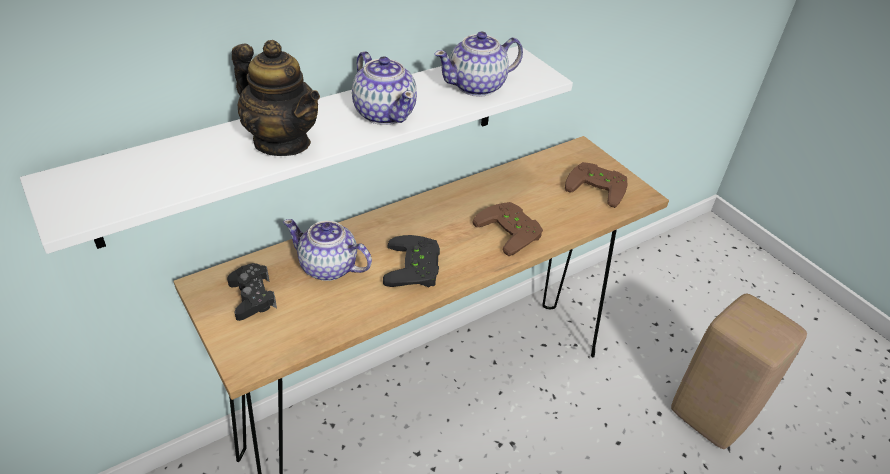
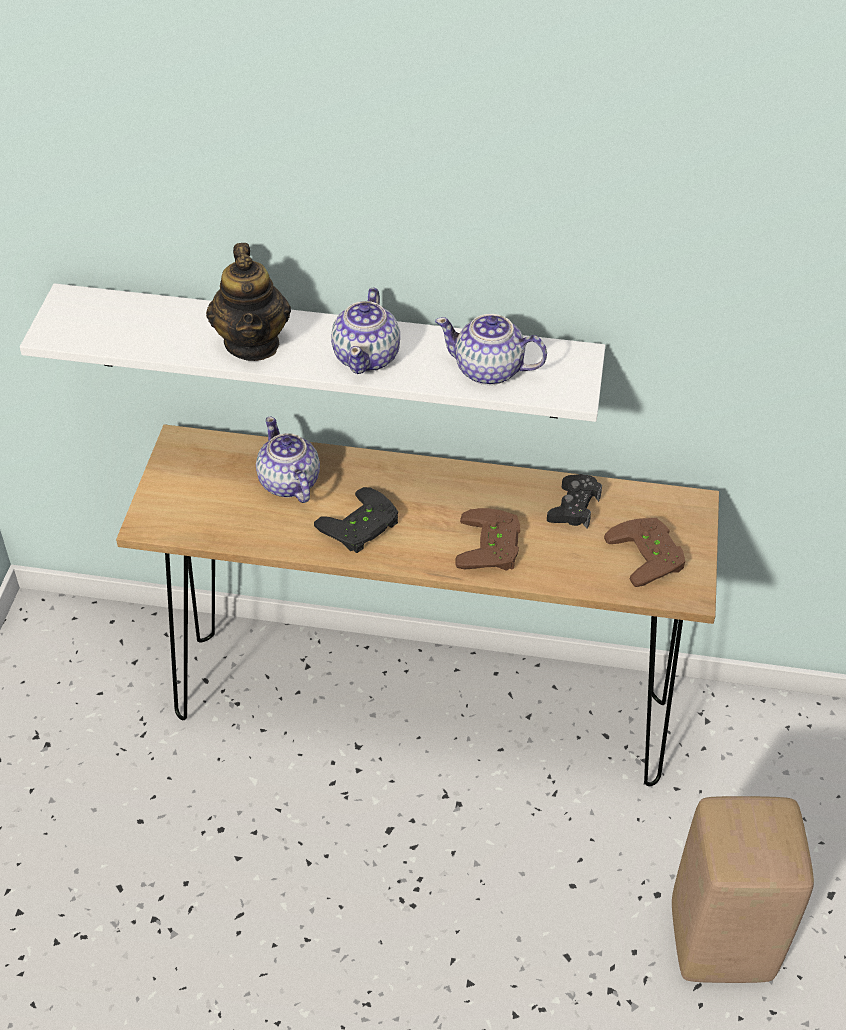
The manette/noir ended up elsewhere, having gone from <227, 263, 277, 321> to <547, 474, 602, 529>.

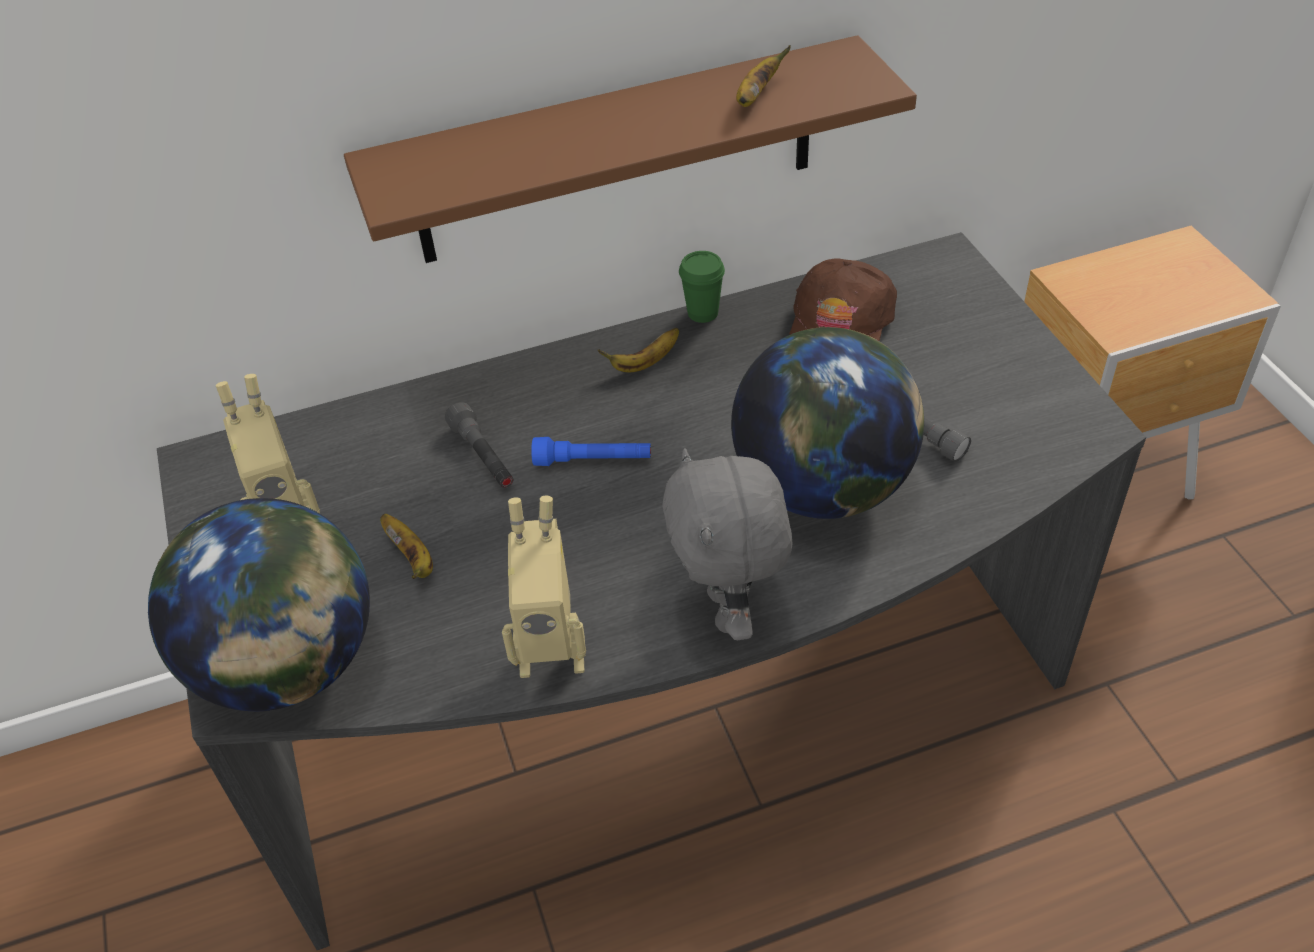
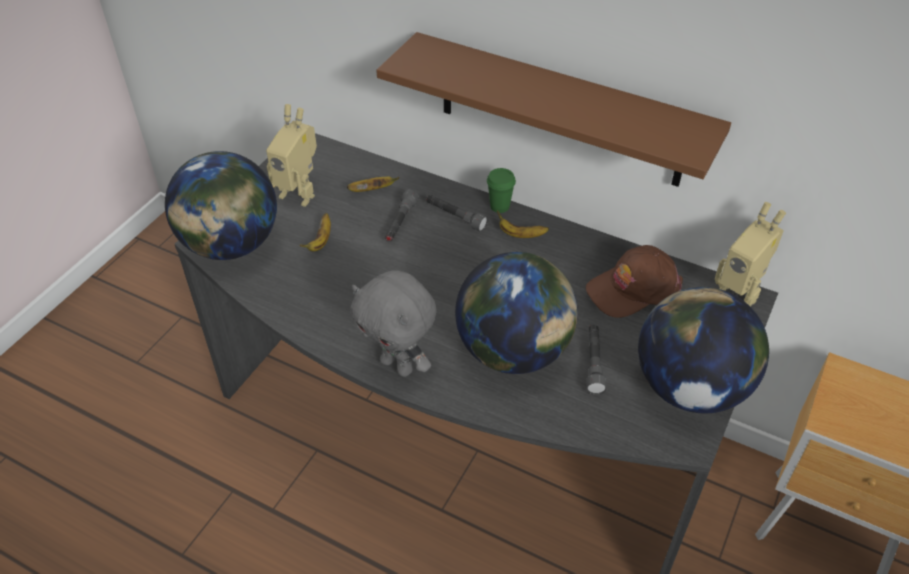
The second view lost the lampe de poche/bleu at <531, 437, 651, 466>.
The second view gained the lampe de poche/gris at <426, 195, 488, 232>.
The second view gained the globe at <638, 287, 769, 413>.
The robot jouet ended up elsewhere, having gone from <502, 496, 586, 678> to <715, 202, 786, 307>.
The tasse/vert ended up elsewhere, having gone from <679, 251, 725, 323> to <487, 168, 516, 213>.
The banane ended up elsewhere, having gone from <736, 45, 791, 107> to <347, 177, 400, 192>.
The peluche/gris at <662, 448, 792, 640> ended up facing another way, 90 degrees counterclockwise from before.

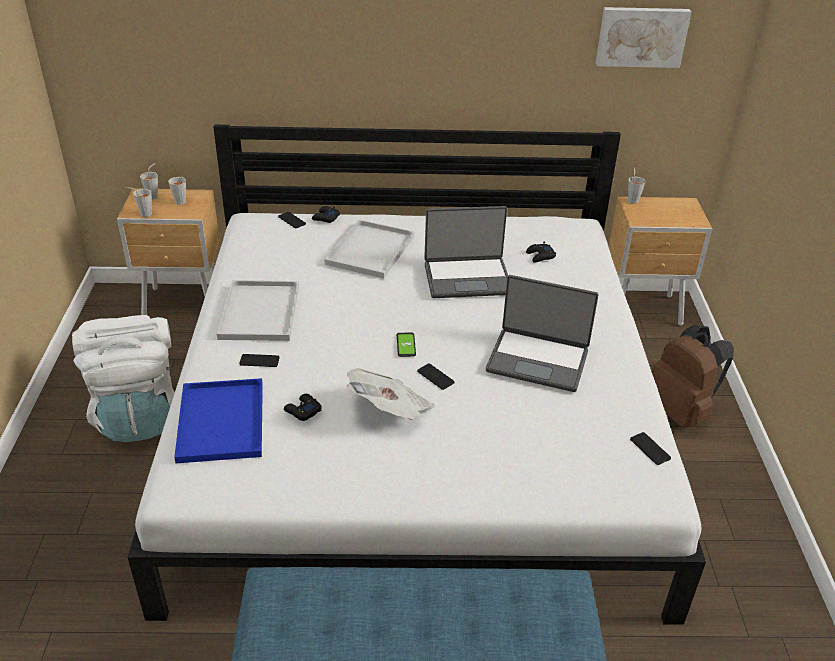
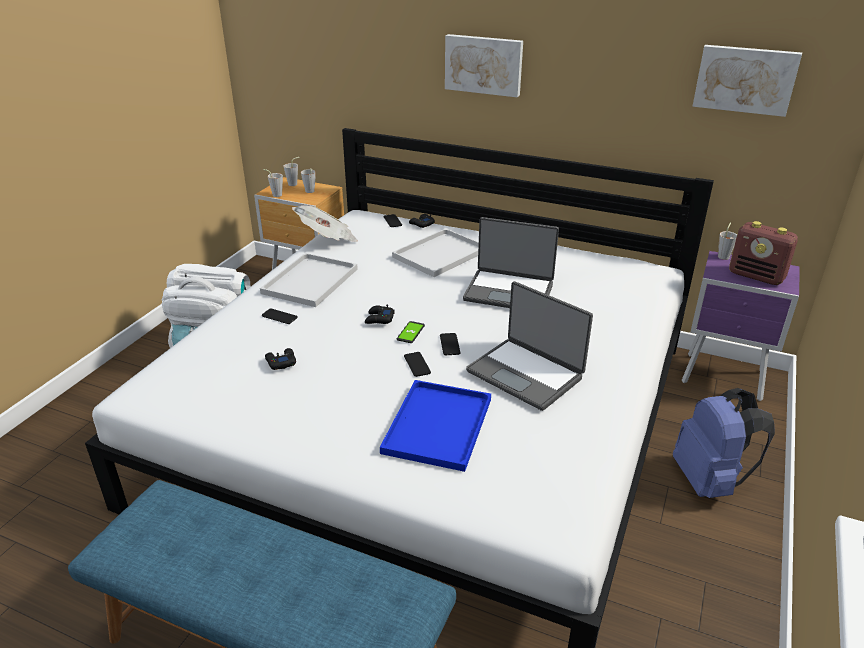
The second view gained the tableau at <445, 34, 523, 97>.
The second view gained the radio at <729, 221, 798, 285>.
The plateau/bleu ended up elsewhere, having gone from <174, 378, 263, 463> to <380, 380, 491, 472>.
The journal ended up elsewhere, having gone from <347, 368, 435, 420> to <292, 205, 358, 242>.
The manette/noir ended up elsewhere, having gone from <526, 242, 556, 262> to <365, 305, 395, 324>.
The téléphone ended up elsewhere, having gone from <630, 432, 671, 465> to <440, 333, 460, 355>.
What was the table de chevet/marron at <609, 197, 712, 326> turned into the table de chevet/violet at <682, 251, 800, 401>.
What was the sac à dos/marron at <651, 325, 734, 428> turned into the sac à dos/bleu at <673, 388, 775, 498>.

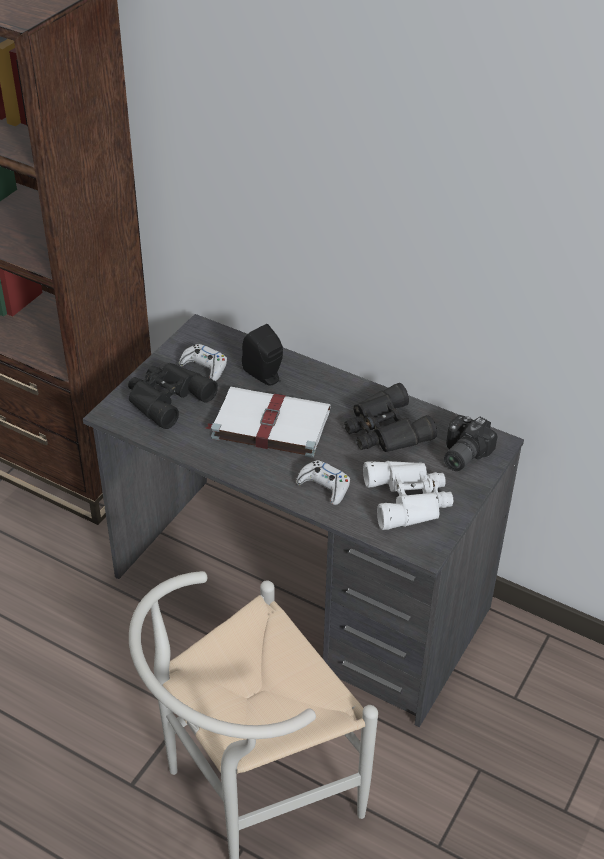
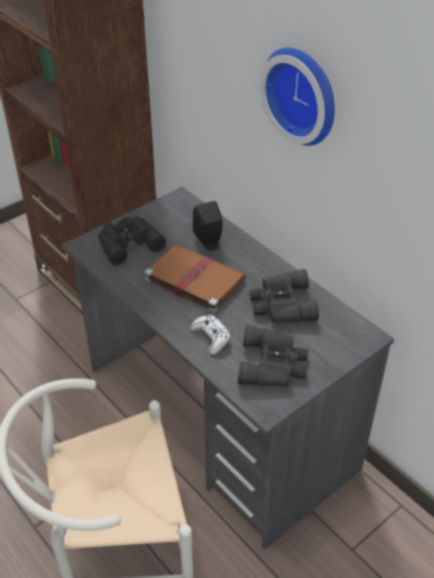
The second view lost the manette/blanc at <179, 344, 227, 381>.
The second view lost the appareil photo at <444, 415, 497, 471>.
The second view gained the horloge murale at <260, 48, 335, 146>.
What was the livre/blanc at <206, 387, 330, 458> turned into the livre/marron at <145, 244, 246, 313>.
What was the jumelles/blanc at <363, 461, 453, 530> turned into the jumelles/noir at <238, 325, 308, 386>.

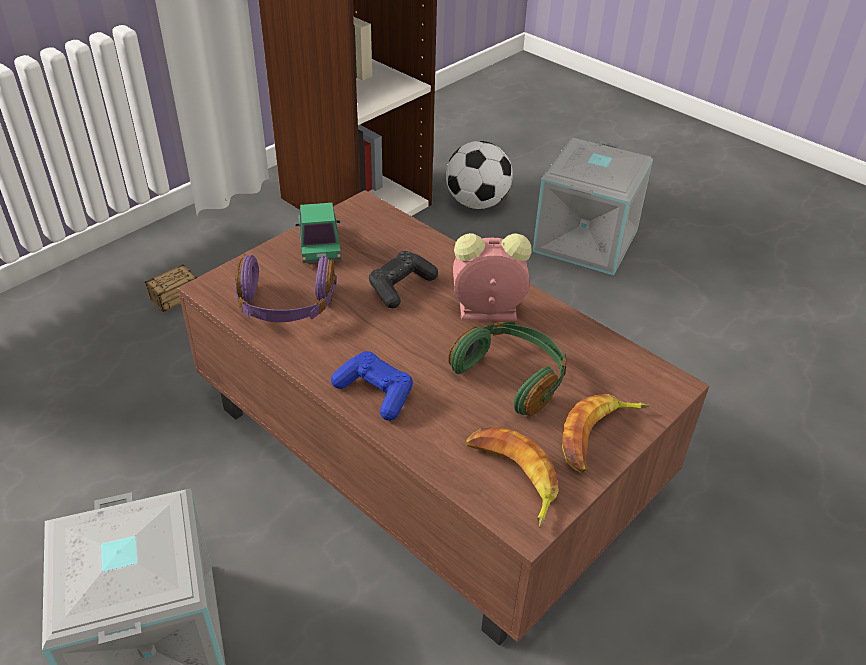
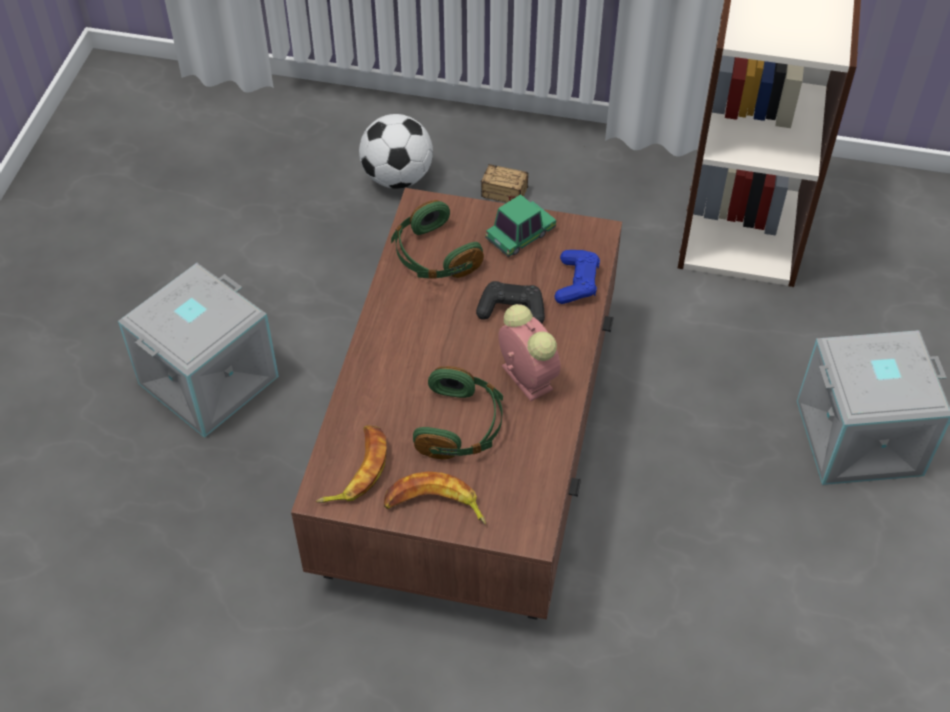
The manette/bleu ended up elsewhere, having gone from <331, 351, 413, 421> to <555, 250, 600, 304>.
The ballon de foot ended up elsewhere, having gone from <446, 141, 513, 209> to <359, 114, 433, 189>.
What was the casque audio/violet at <235, 255, 337, 322> turned into the casque audio/vert at <391, 200, 484, 279>.

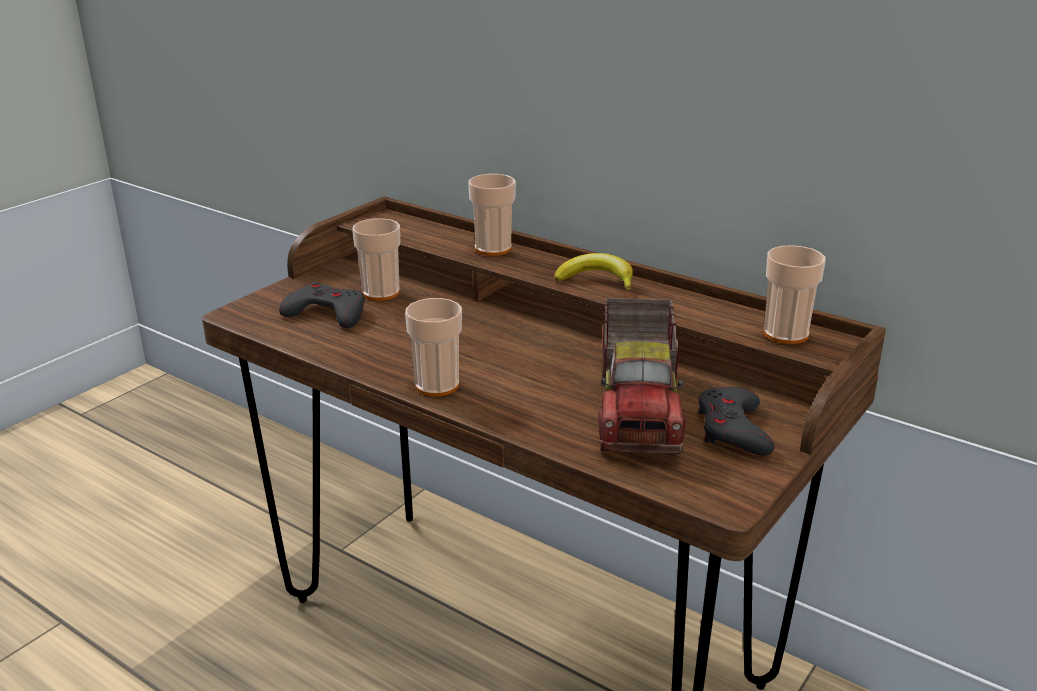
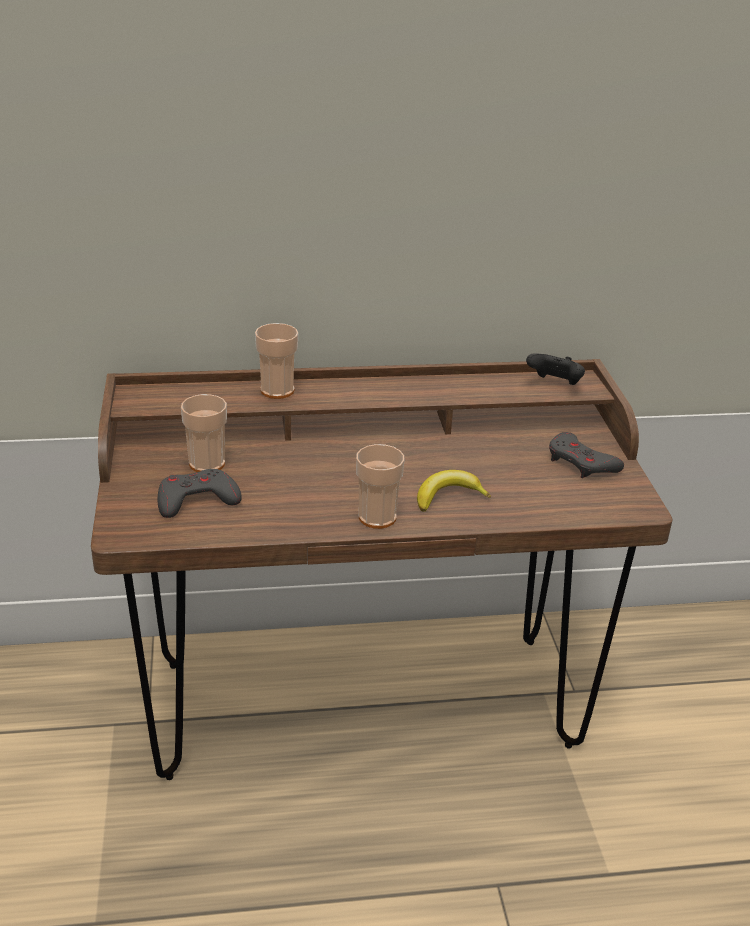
The second view lost the camion jouet at <598, 298, 685, 454>.
The banane ended up elsewhere, having gone from <554, 253, 633, 291> to <417, 470, 491, 512>.
Where the tasse stood at <764, 245, 826, 344>, the manette/noir came to stand at <526, 353, 585, 385>.

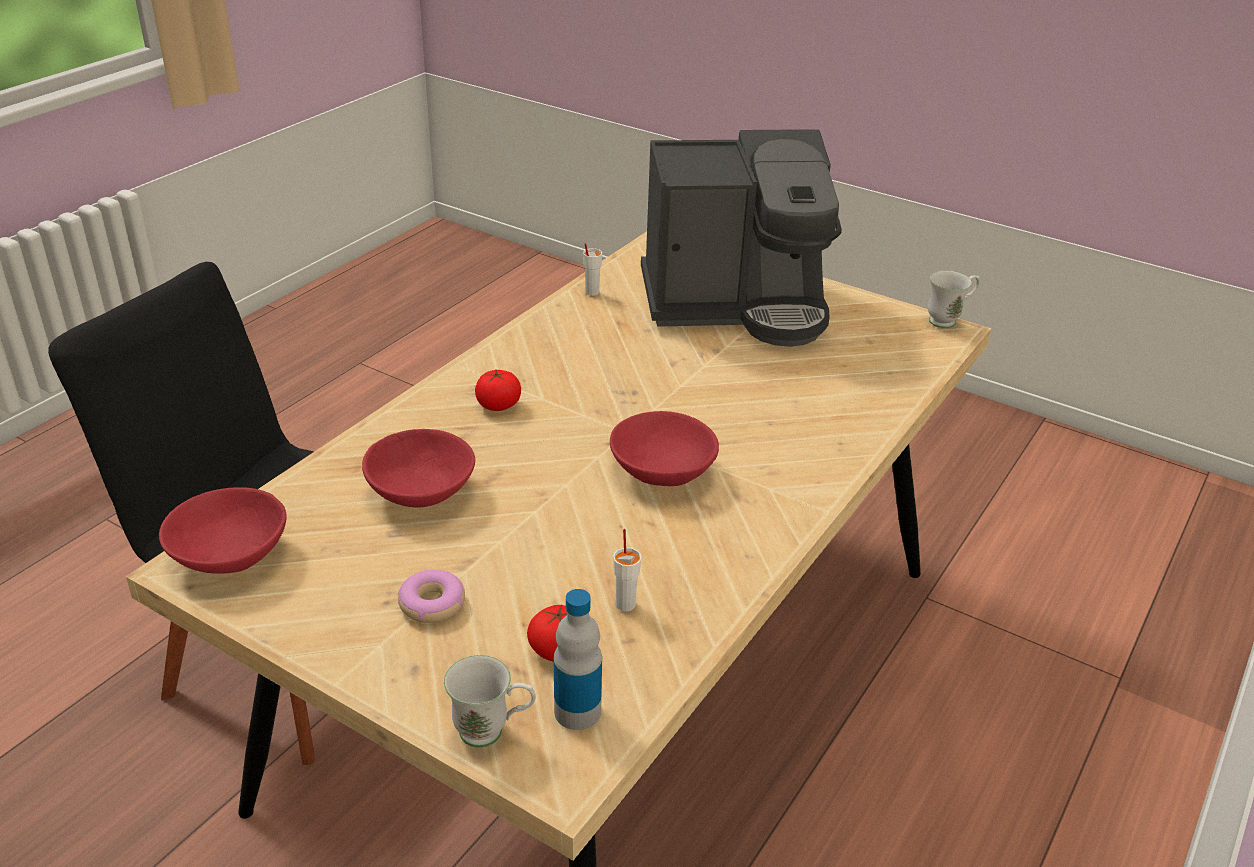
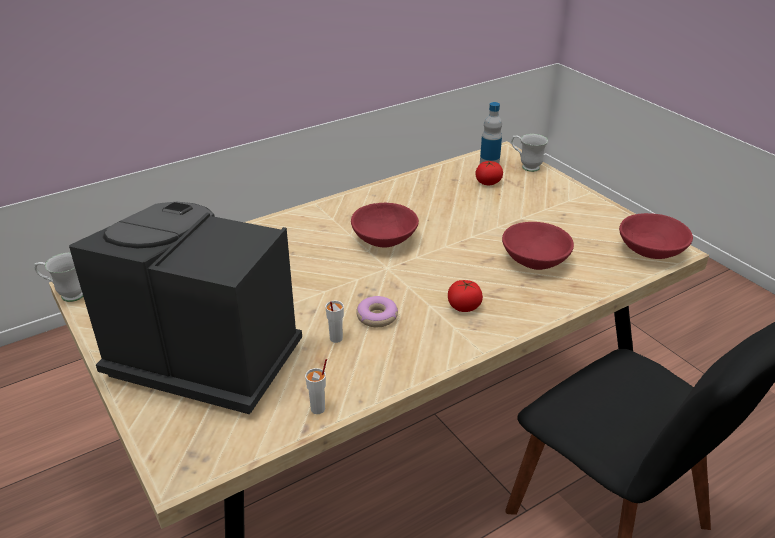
The beignet ended up elsewhere, having gone from <398, 570, 465, 623> to <356, 296, 398, 327>.
The tasse/blanc ended up elsewhere, having gone from <613, 529, 641, 611> to <325, 301, 344, 343>.

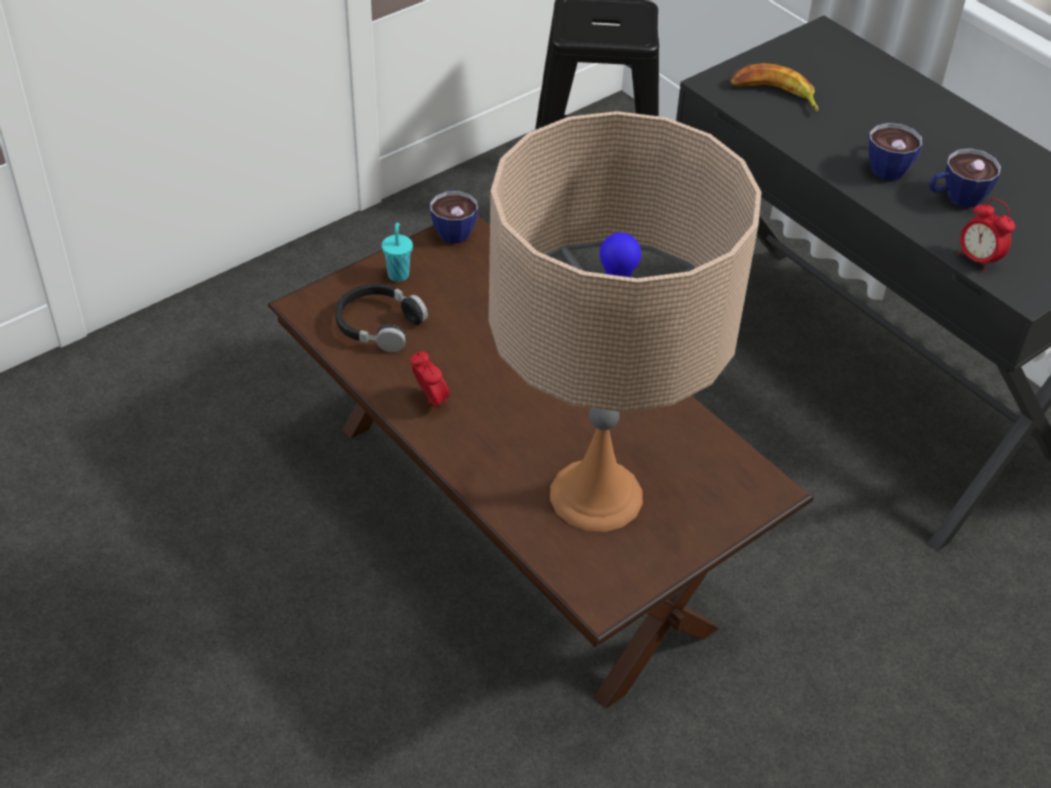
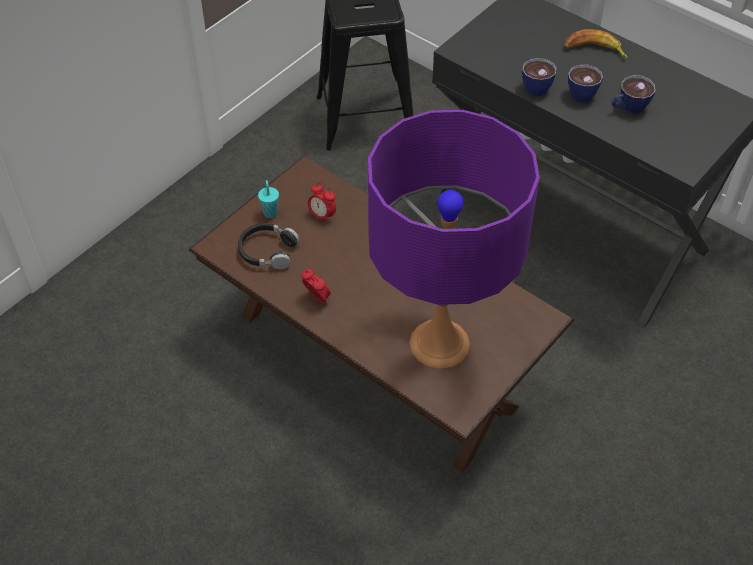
The tasse ended up elsewhere, having gone from <430, 190, 478, 243> to <522, 58, 557, 96>.
The banane ended up elsewhere, having gone from <730, 63, 819, 112> to <565, 29, 628, 59>.
The réveil ended up elsewhere, having gone from <957, 199, 1015, 273> to <308, 182, 336, 224>.
What was the lampe de table/beige at <489, 111, 761, 532> turned into the lampe de table/violet at <368, 110, 540, 369>.

